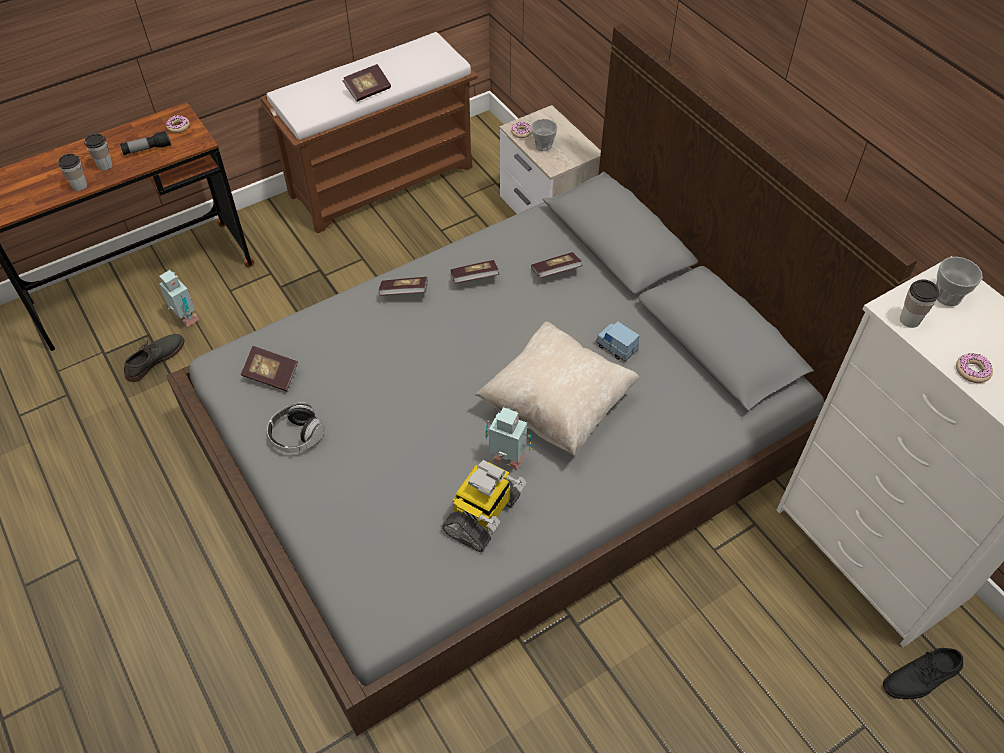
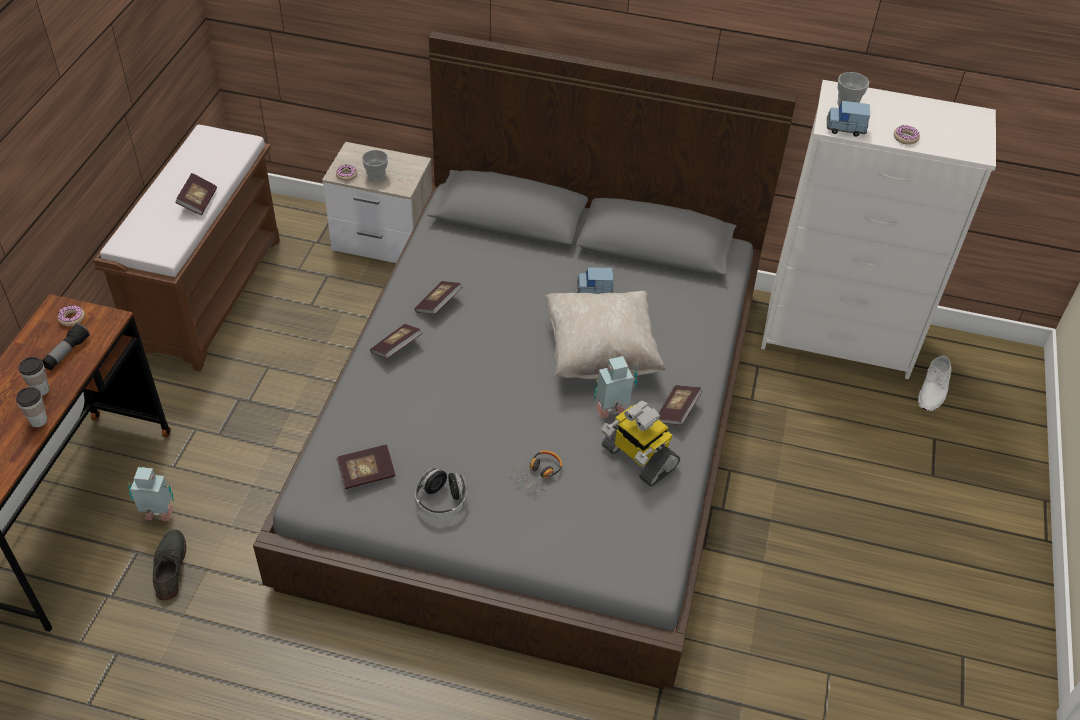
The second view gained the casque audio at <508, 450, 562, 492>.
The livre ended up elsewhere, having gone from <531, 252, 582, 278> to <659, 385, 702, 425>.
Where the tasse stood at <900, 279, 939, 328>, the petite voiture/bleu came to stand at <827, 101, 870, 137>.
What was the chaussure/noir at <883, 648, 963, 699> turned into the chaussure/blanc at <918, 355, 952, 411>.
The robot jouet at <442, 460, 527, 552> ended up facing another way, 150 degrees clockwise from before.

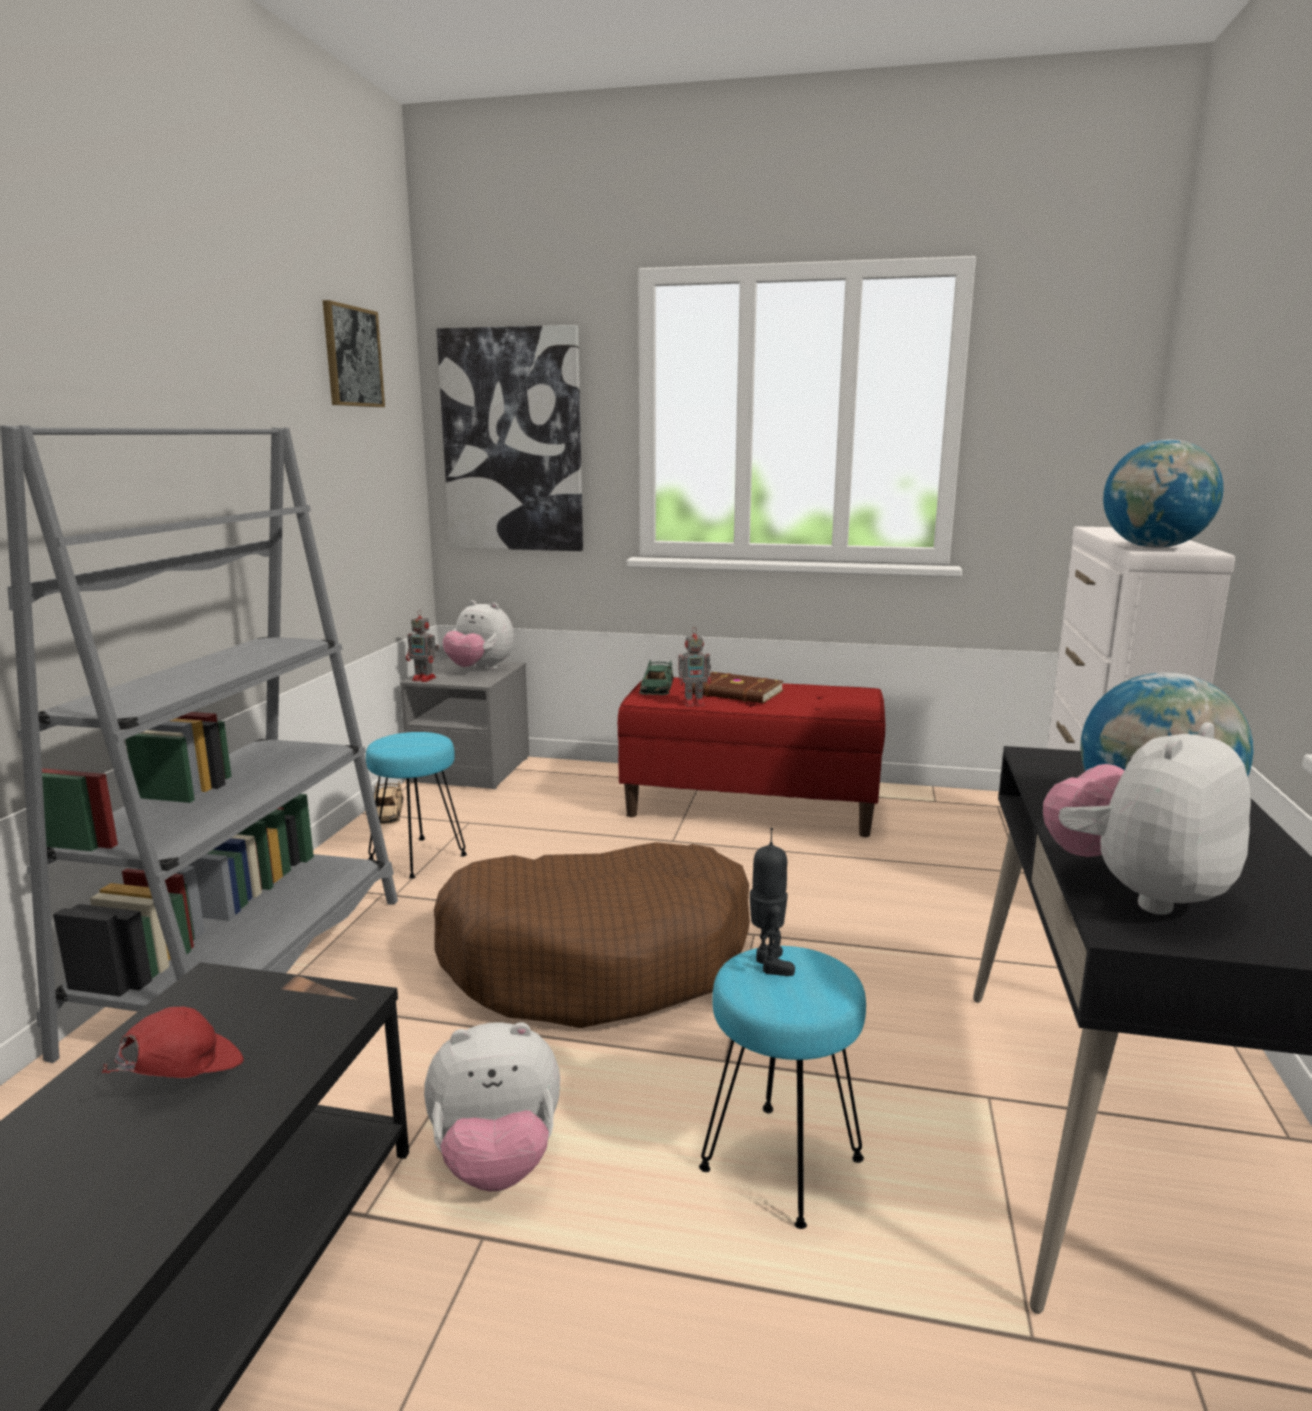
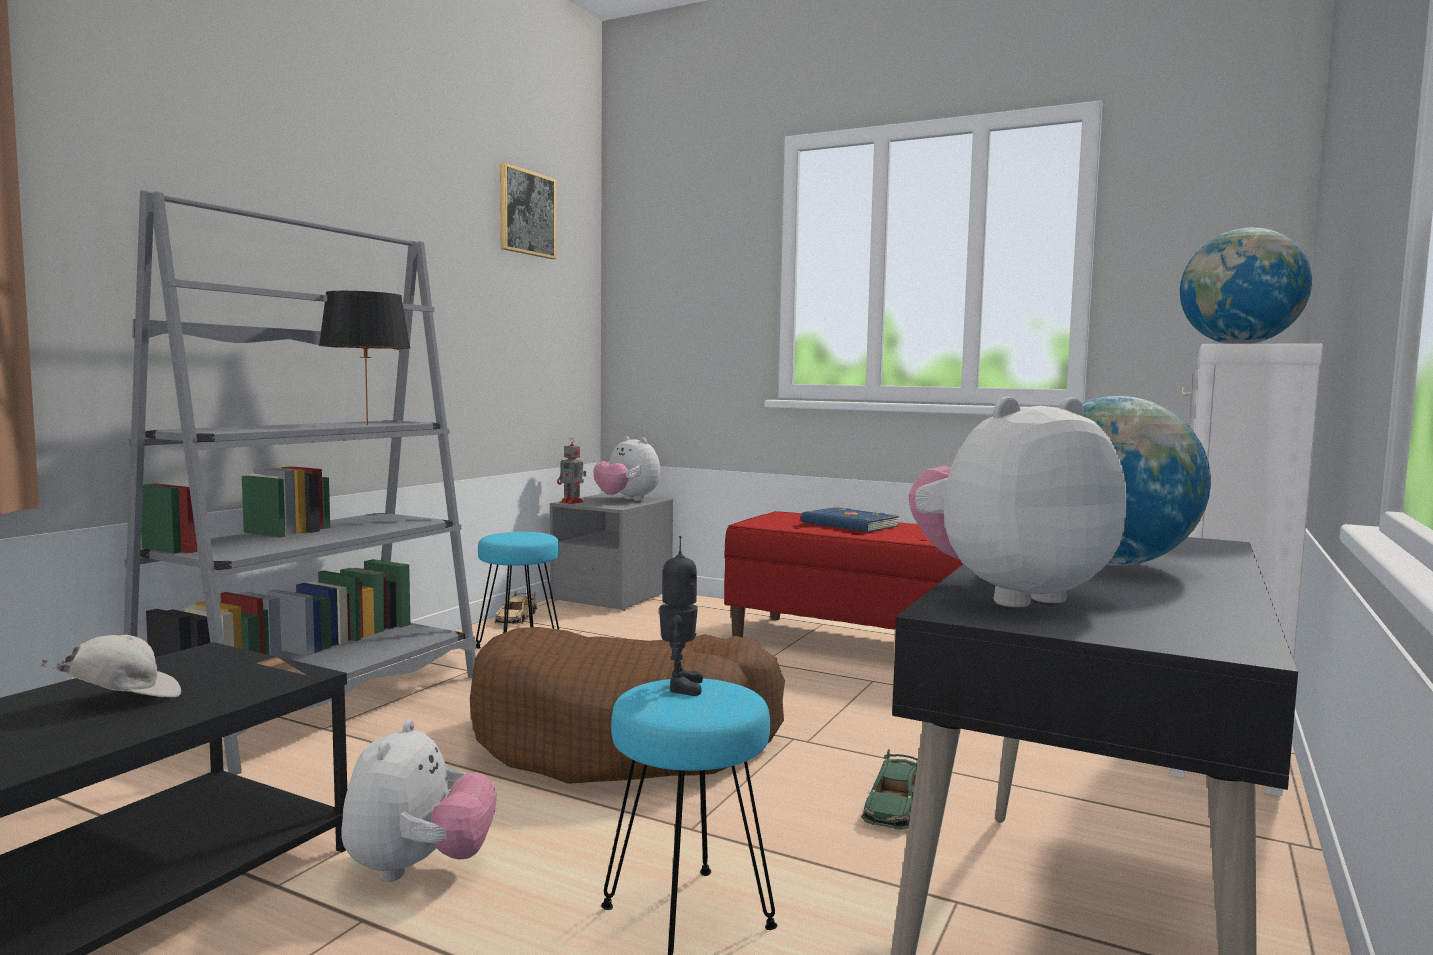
The second view lost the tableau at <436, 325, 583, 551>.
The second view lost the robot jouet at <679, 627, 711, 707>.
The second view gained the lampe de table/noir at <319, 291, 411, 425>.
The petite voiture/vert ended up elsewhere, having gone from <639, 660, 674, 695> to <862, 749, 918, 830>.
What was the casquette/rouge at <101, 1006, 244, 1078> turned into the casquette/blanc at <40, 635, 181, 697>.
What was the livre/marron at <692, 672, 784, 703> turned into the livre/bleu at <801, 507, 899, 532>.
The peluche at <424, 1022, 560, 1191> ended up facing another way, 90 degrees counterclockwise from before.

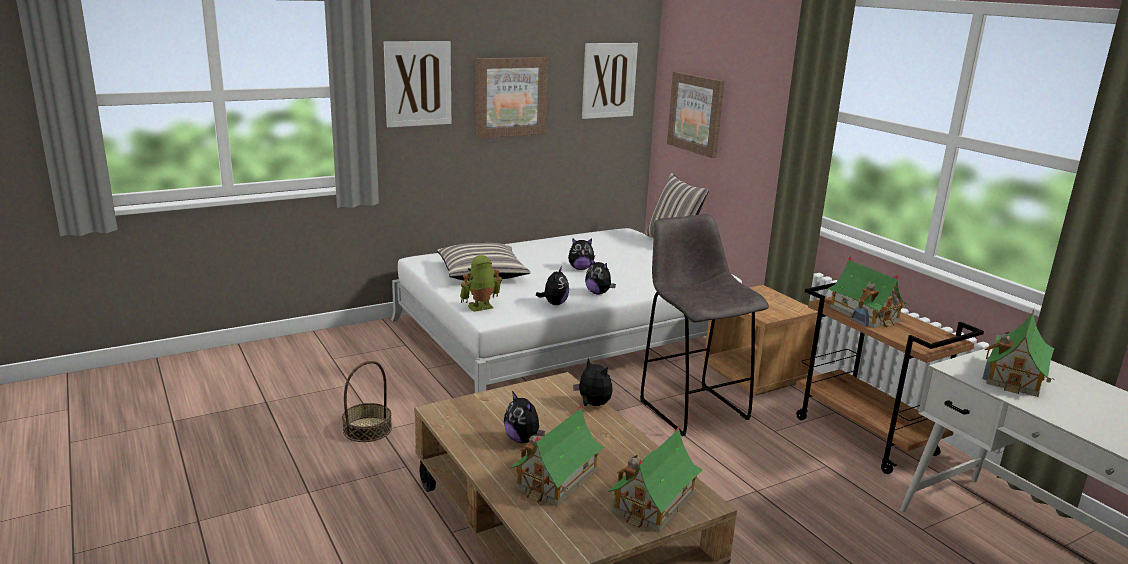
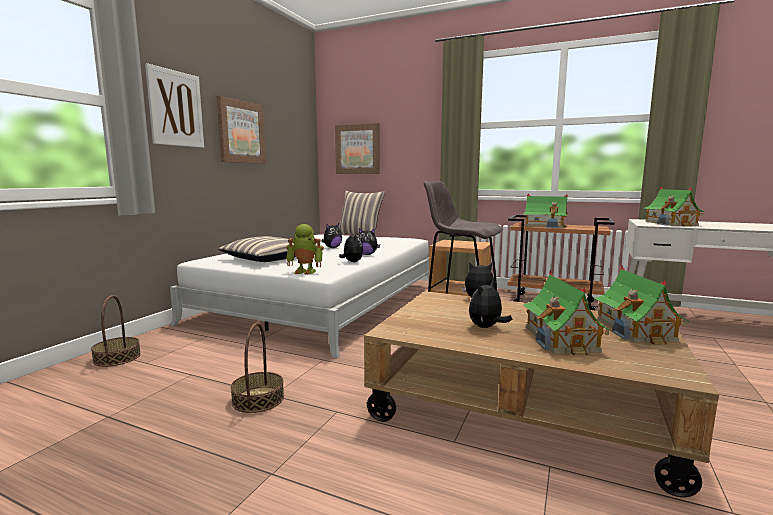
The second view lost the tableau at <582, 43, 638, 119>.
The second view gained the panier at <91, 295, 141, 367>.
The robot jouet at <460, 255, 502, 312> ended up facing another way, 105 degrees counterclockwise from before.
The peluche at <504, 391, 545, 443> ended up facing another way, 120 degrees clockwise from before.

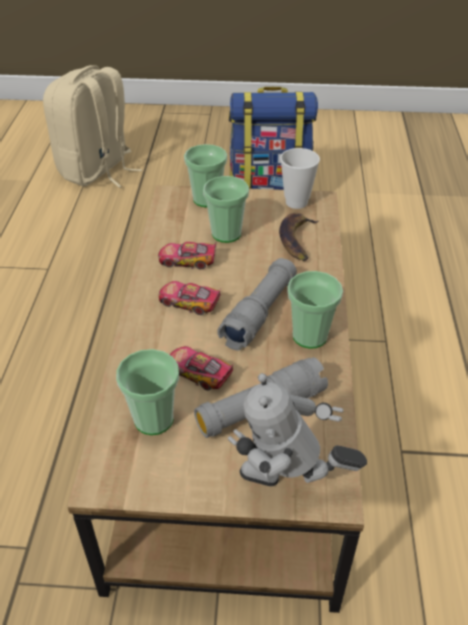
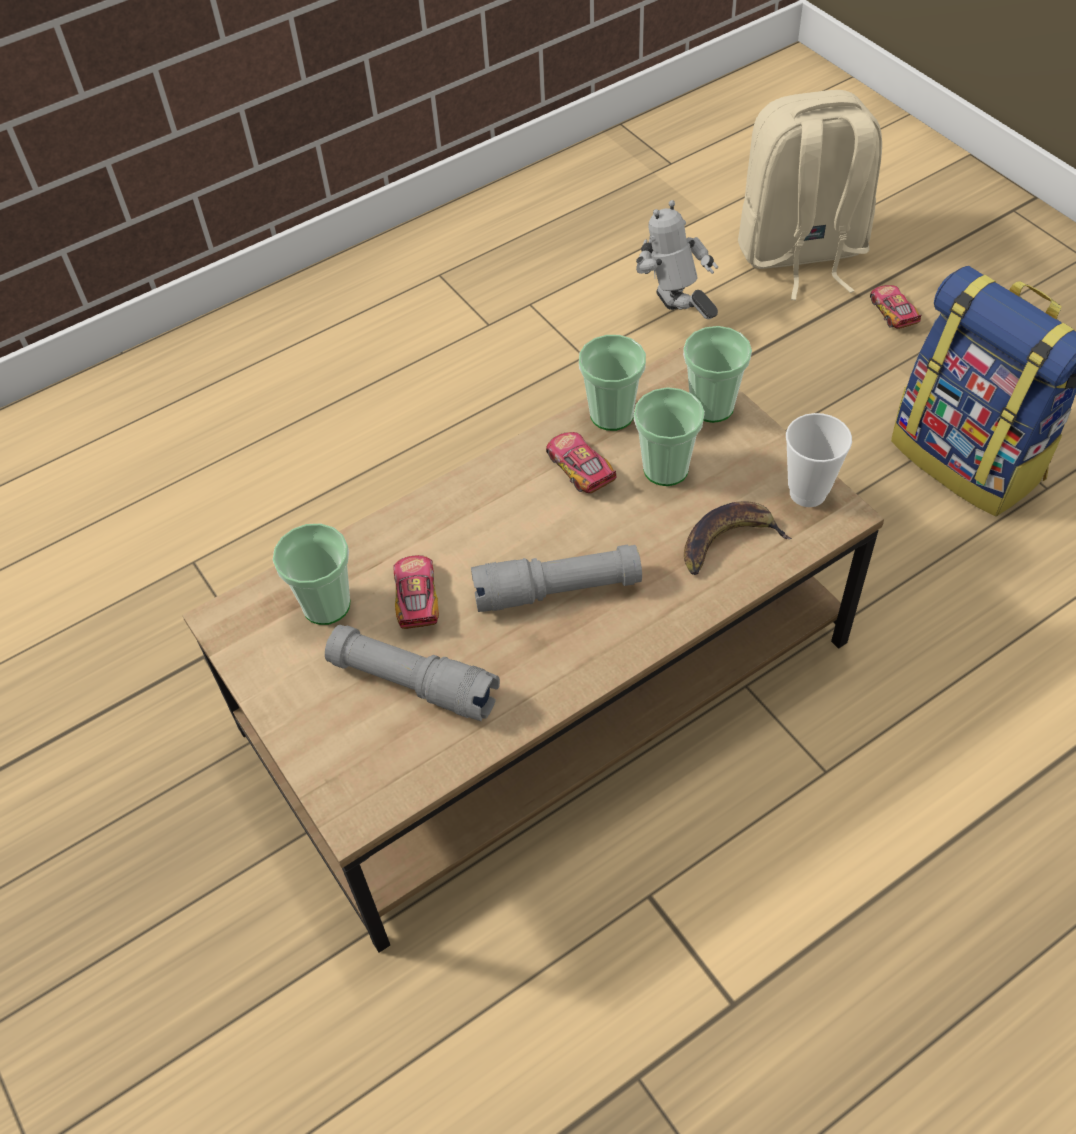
The petite voiture ended up elsewhere, having gone from <159, 281, 221, 315> to <870, 285, 922, 329>.
The robot jouet ended up elsewhere, having gone from <228, 373, 367, 486> to <636, 200, 718, 319>.
The tasse ended up elsewhere, having gone from <287, 271, 343, 348> to <579, 335, 646, 431>.

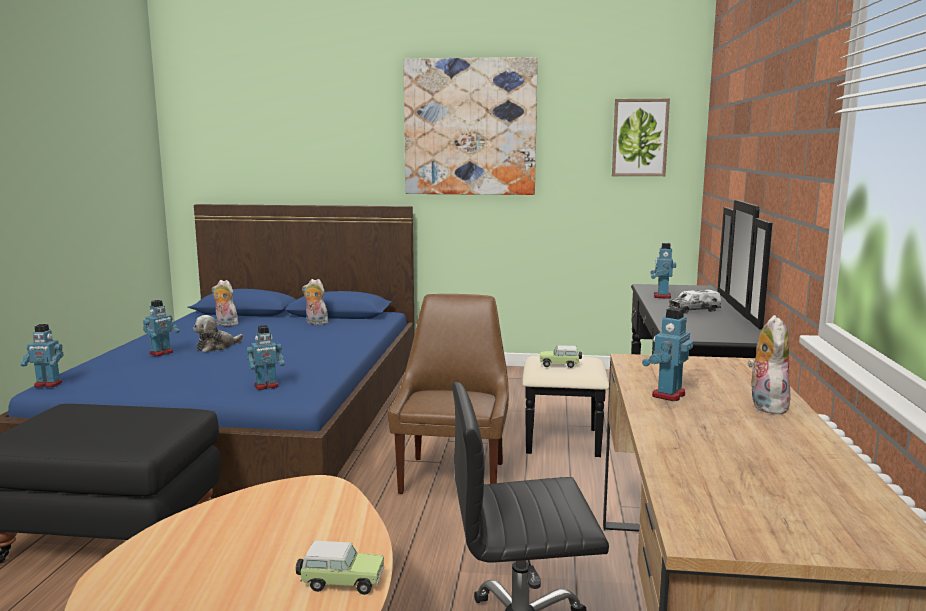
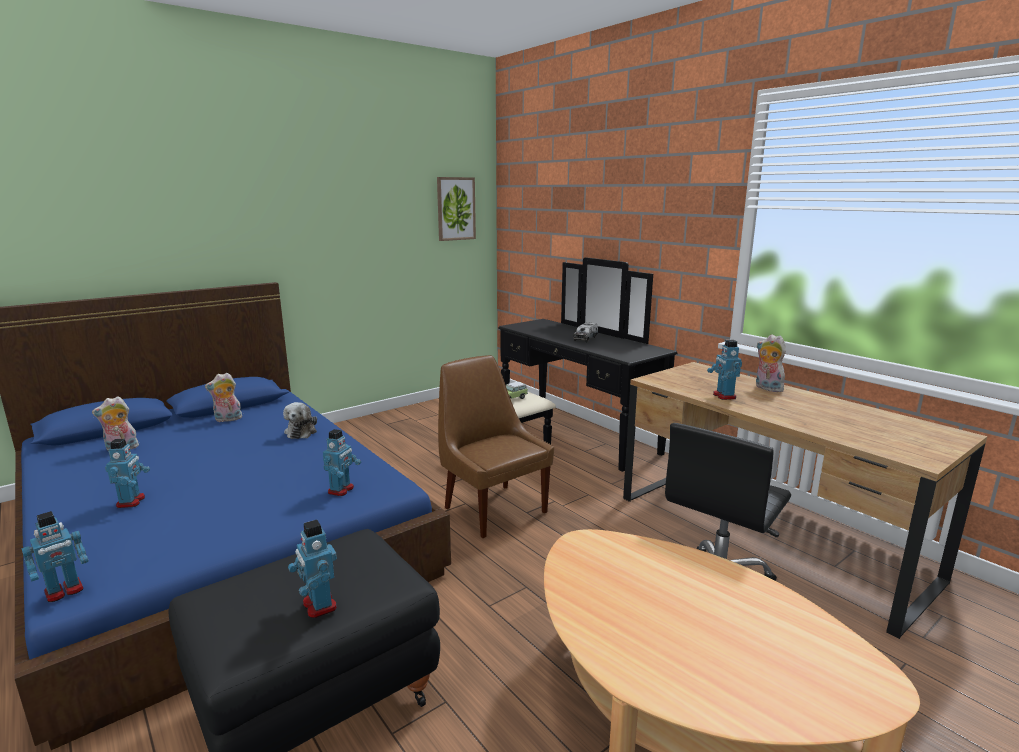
The second view lost the petite voiture at <296, 541, 384, 595>.
The second view lost the tableau at <403, 57, 538, 195>.
The peluche ended up elsewhere, having gone from <193, 315, 243, 352> to <283, 402, 317, 439>.
The robot jouet ended up elsewhere, having gone from <650, 243, 676, 299> to <288, 520, 337, 618>.

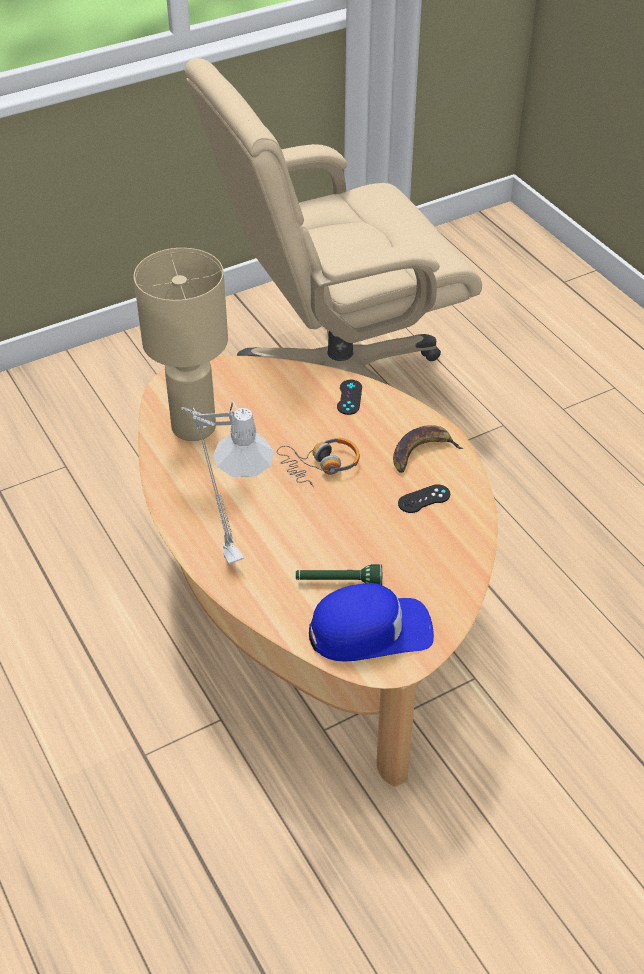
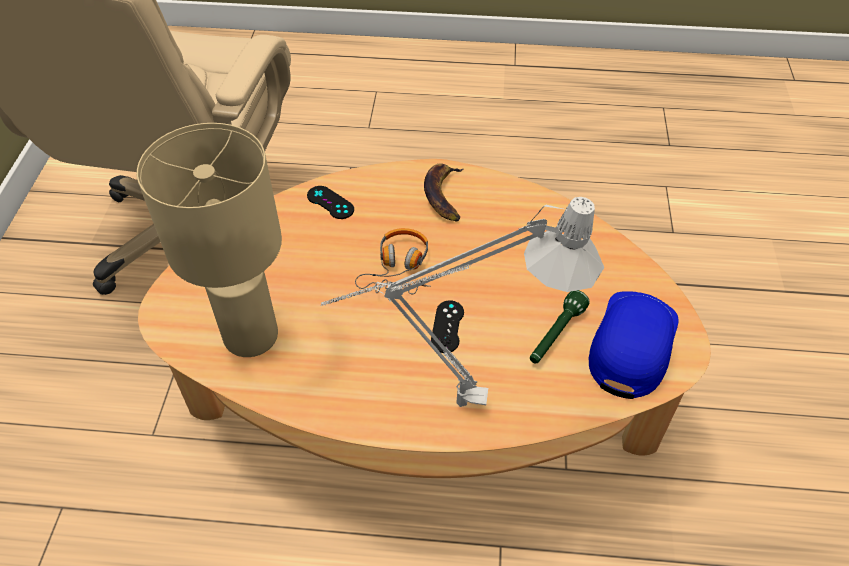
The manette/noir ended up elsewhere, having gone from <398, 484, 450, 513> to <431, 301, 464, 353>.

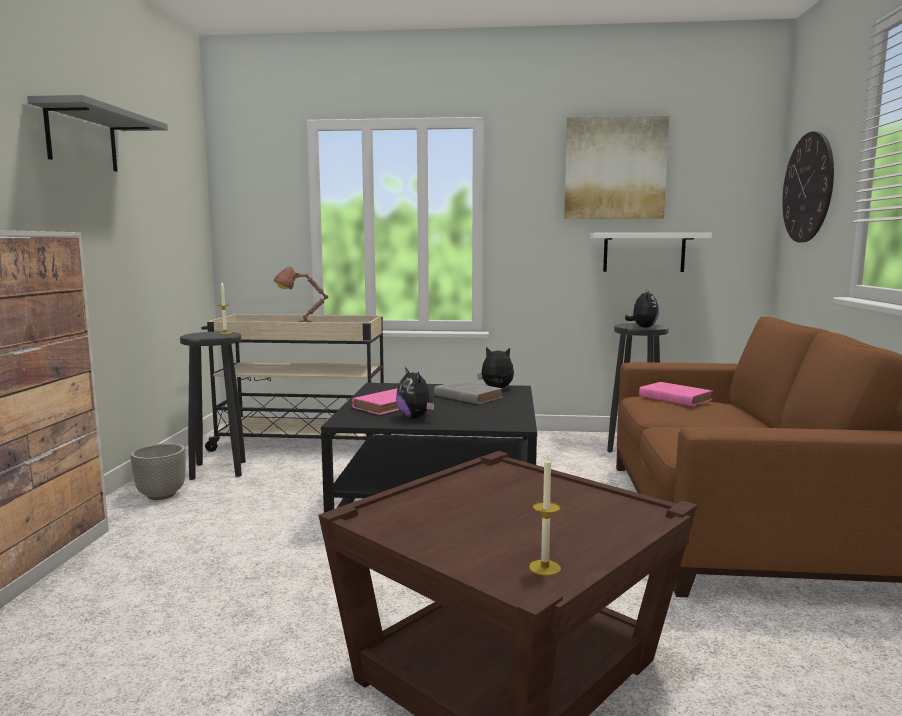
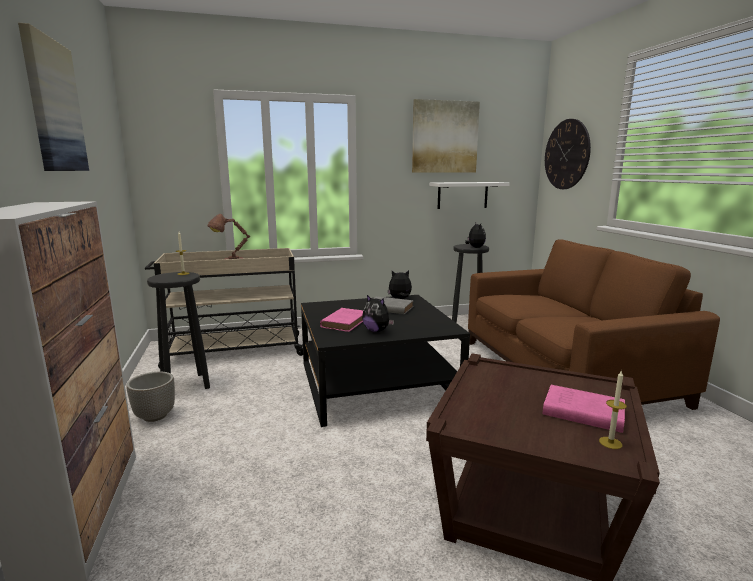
The livre/rose ended up elsewhere, having gone from <639, 382, 713, 406> to <543, 385, 625, 433>.
Where the étagère/gris hung at <27, 95, 168, 172>, the tableau came to hang at <18, 23, 89, 171>.

